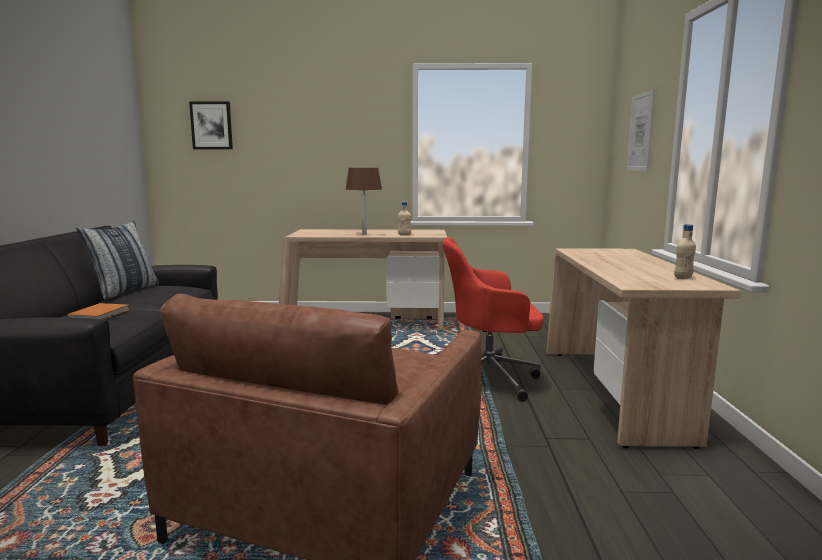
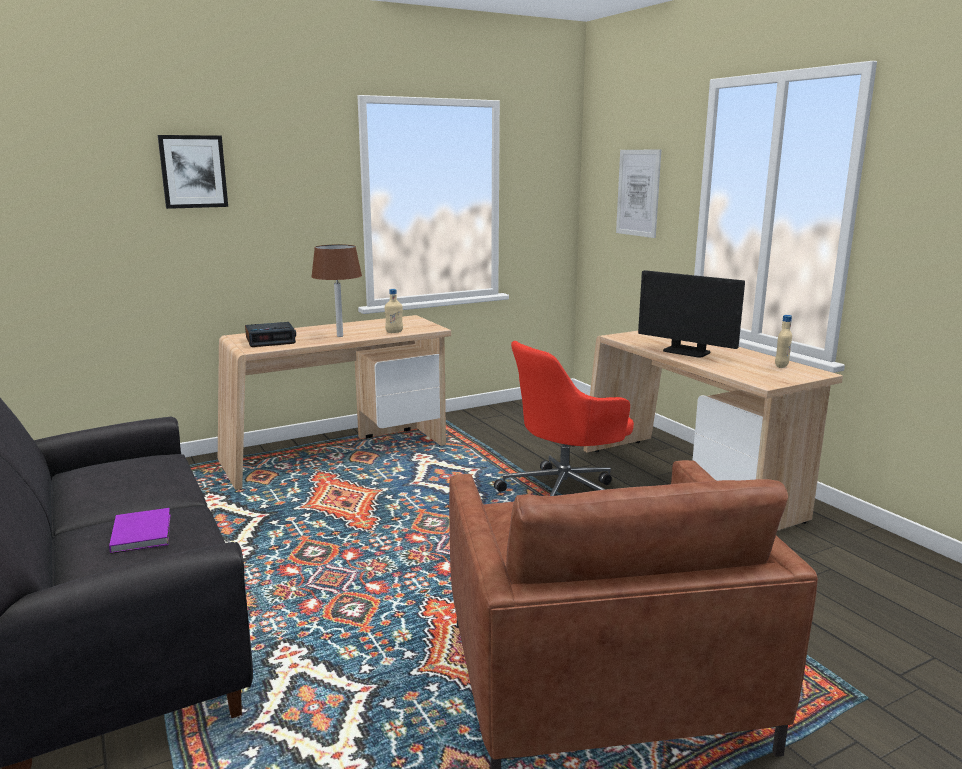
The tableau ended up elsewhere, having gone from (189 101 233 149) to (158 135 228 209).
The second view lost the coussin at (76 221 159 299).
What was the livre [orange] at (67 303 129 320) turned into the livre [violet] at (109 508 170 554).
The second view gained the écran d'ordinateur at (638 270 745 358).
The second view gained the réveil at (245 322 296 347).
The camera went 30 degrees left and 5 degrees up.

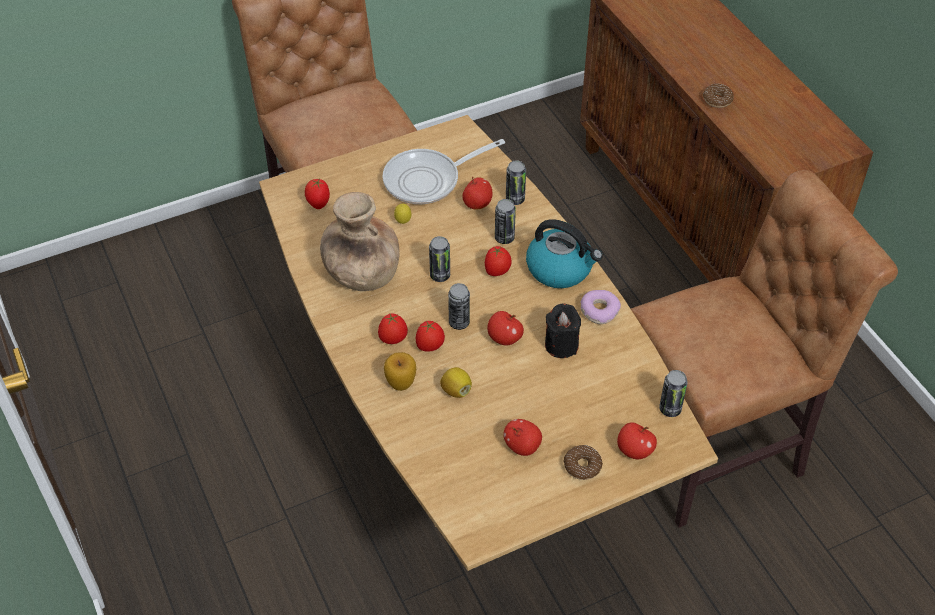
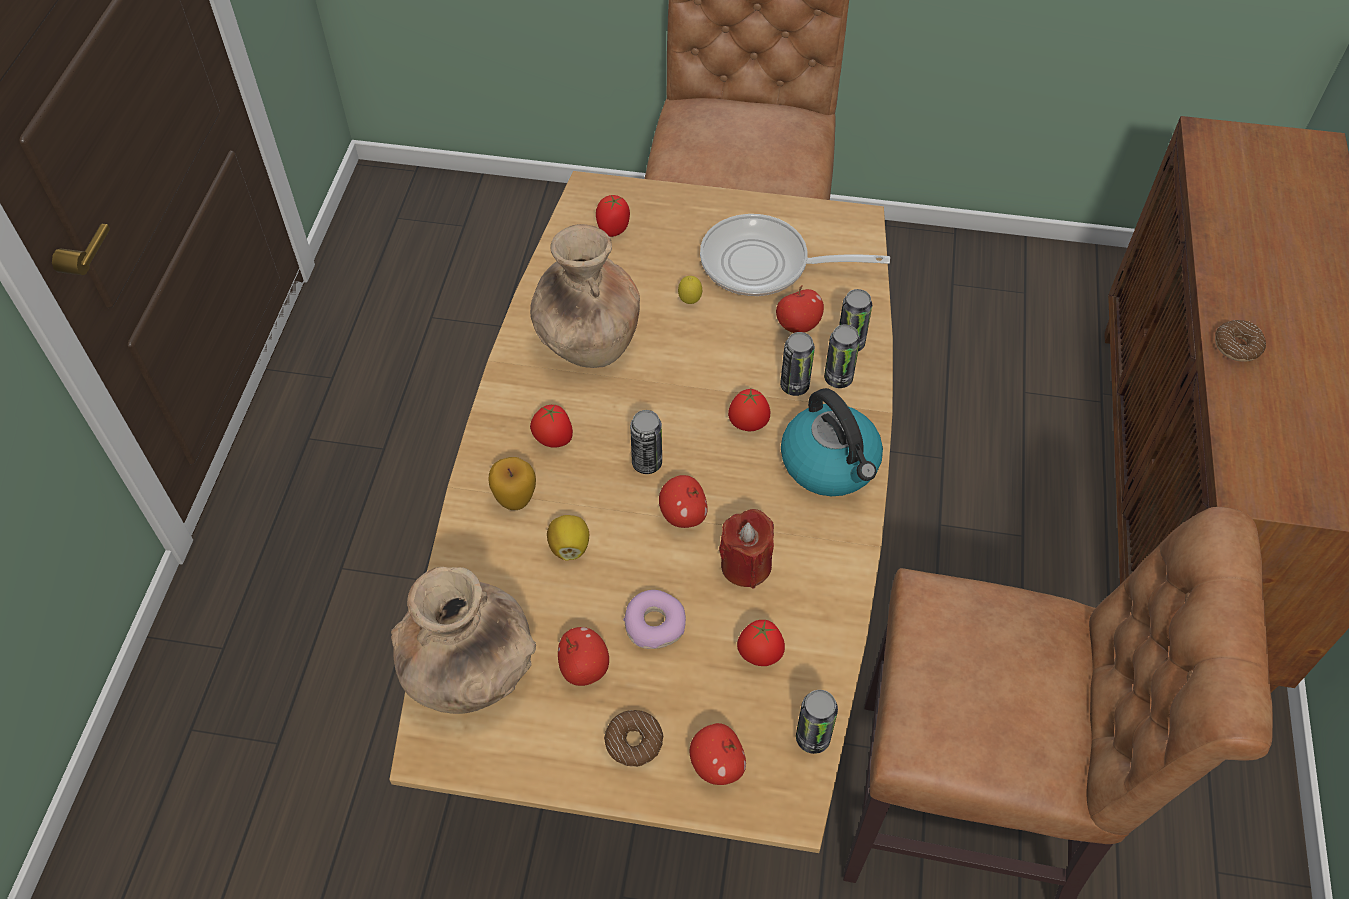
The boîte métallique ended up elsewhere, having gone from (429 236 450 282) to (824 324 860 388).
The beignet ended up elsewhere, having gone from (580 290 621 324) to (623 590 686 649).
What was the bougie [noir] at (545 304 581 358) turned into the bougie [rouge] at (719 509 774 588).
The tomate ended up elsewhere, having gone from (416 321 445 352) to (737 620 785 666).
The second view gained the vase [marron] at (391 567 536 714).
The camera went 35 degrees right and 5 degrees up.

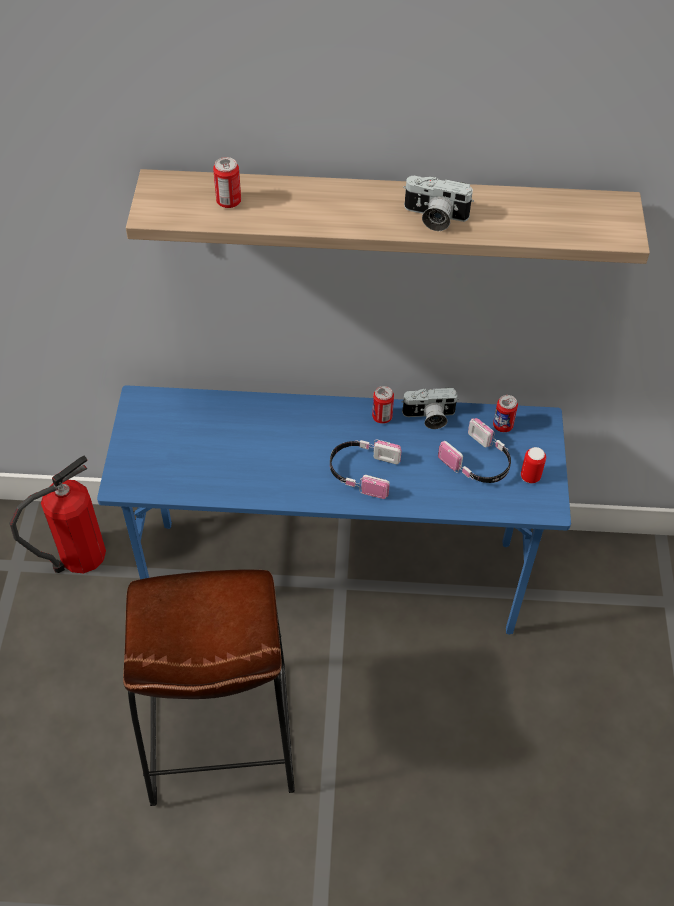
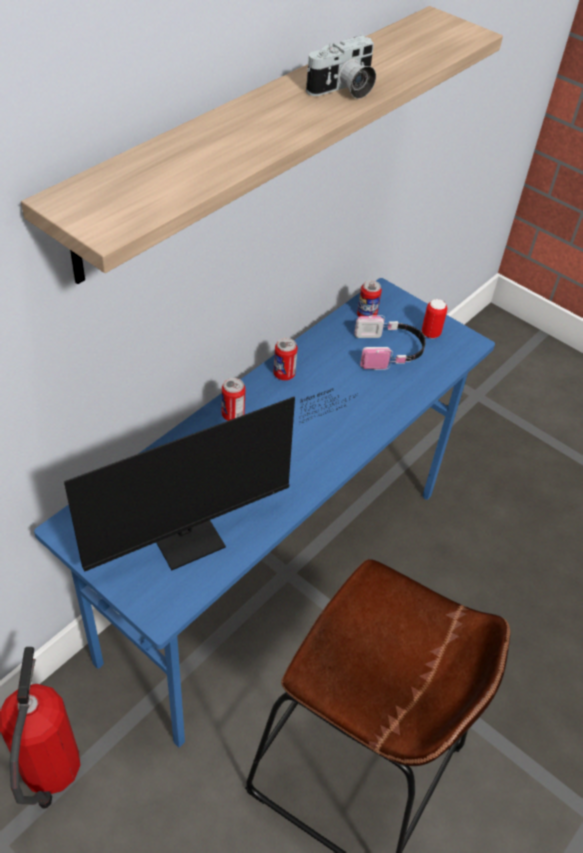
The boîte métallique ended up elsewhere, having gone from (213 157 241 208) to (222 378 246 421).
The second view lost the appareil photo at (401 387 459 429).
The second view lost the casque audio at (330 439 402 499).
The second view gained the écran d'ordinateur at (64 388 358 572).
The camera went 55 degrees left and 5 degrees down.

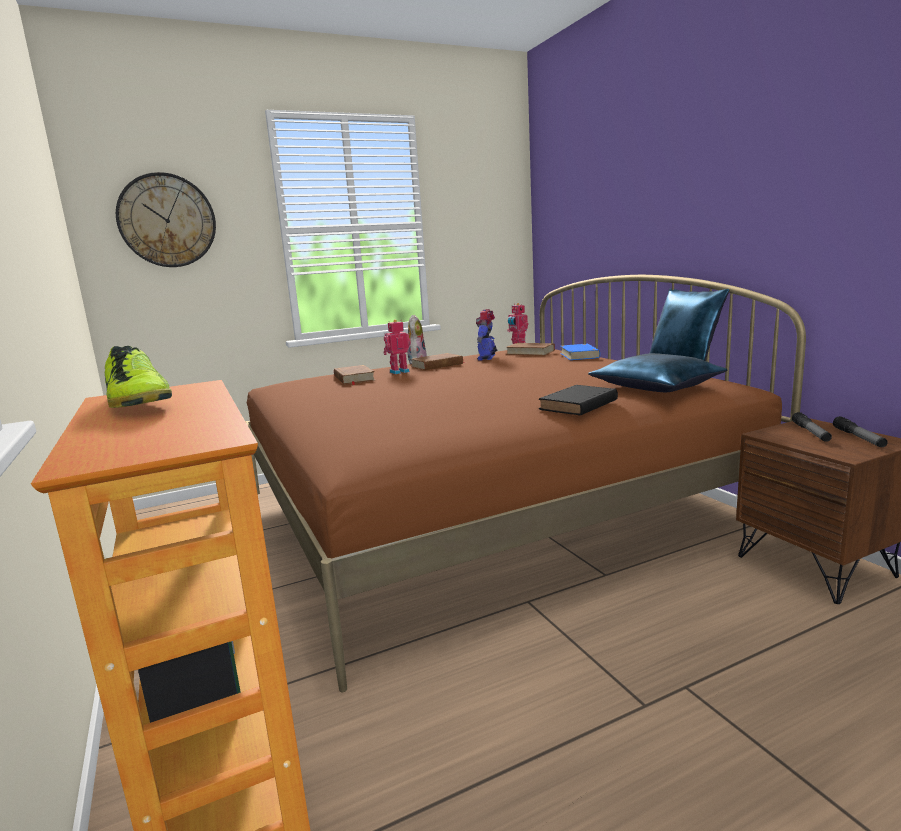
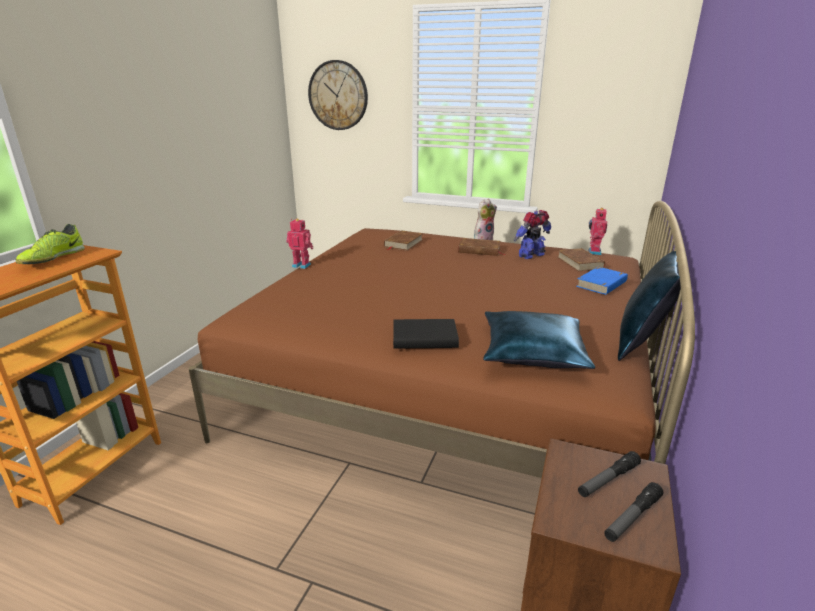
The robot jouet ended up elsewhere, having gone from (384 320 411 374) to (286 218 313 269).
The camera went 45 degrees right and 10 degrees up.

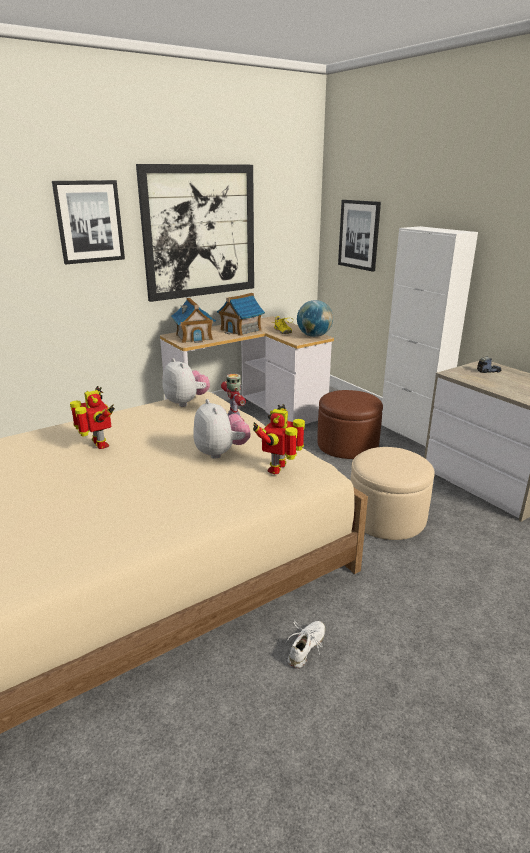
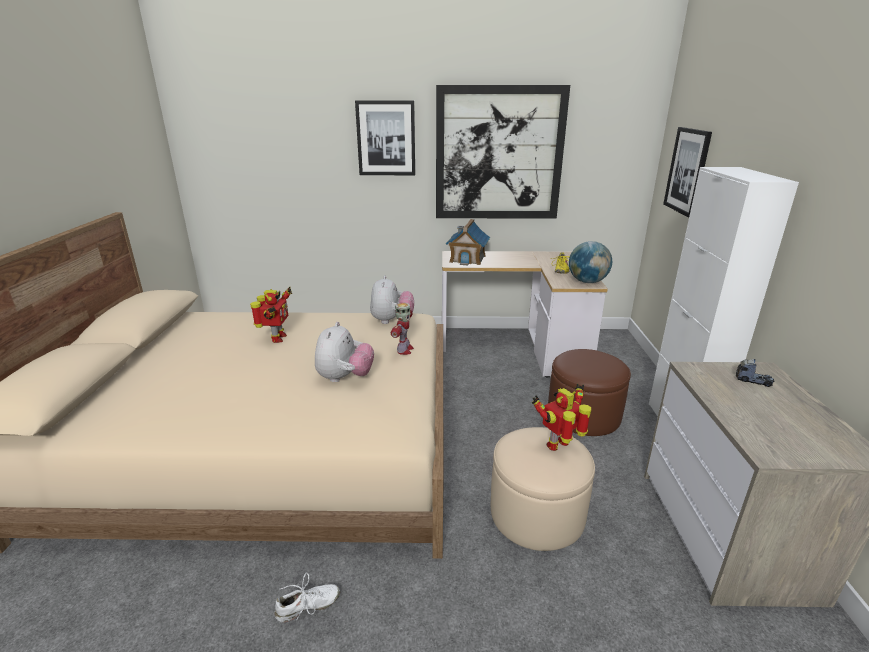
The second view lost the maison miniature at (217 293 265 336).
The robot jouet ended up elsewhere, having gone from (253 404 305 474) to (532 384 591 451).
The camera went 35 degrees right and 0 degrees up.

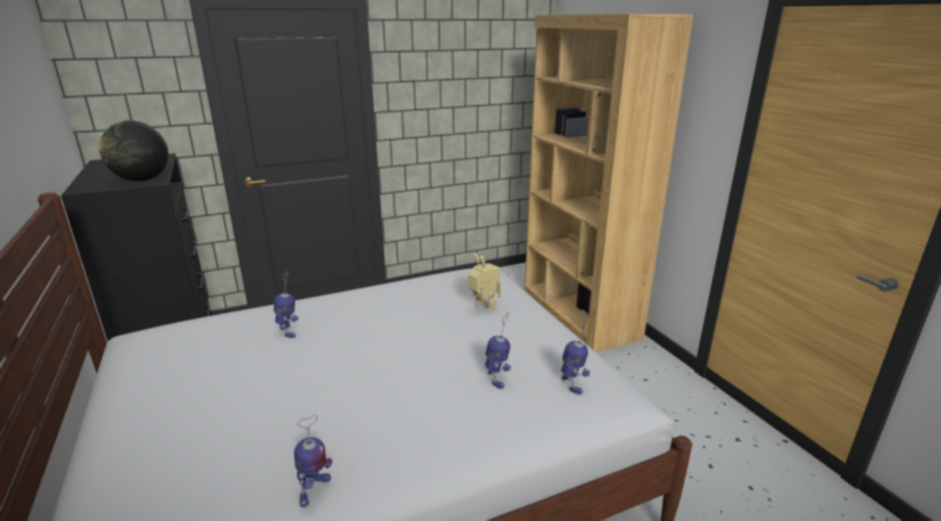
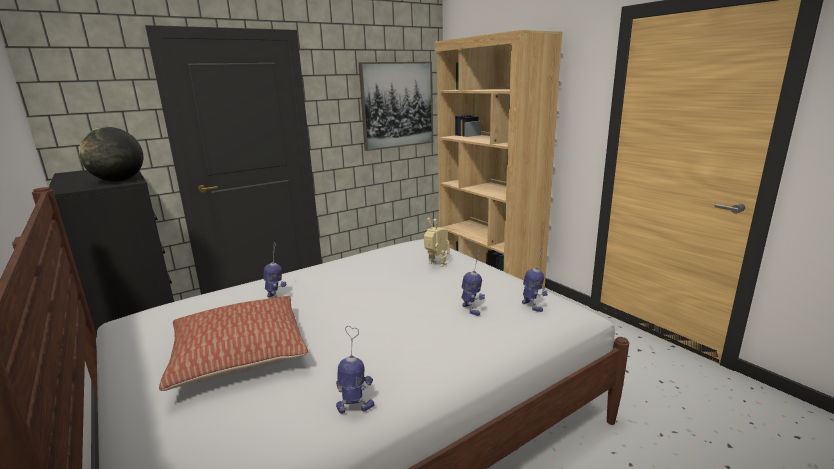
The robot jouet at (294 415 333 508) ended up facing another way, 105 degrees counterclockwise from before.
The second view gained the tableau at (359 62 433 151).
The second view gained the coussin at (159 296 309 391).
The camera went 10 degrees left and 5 degrees down.

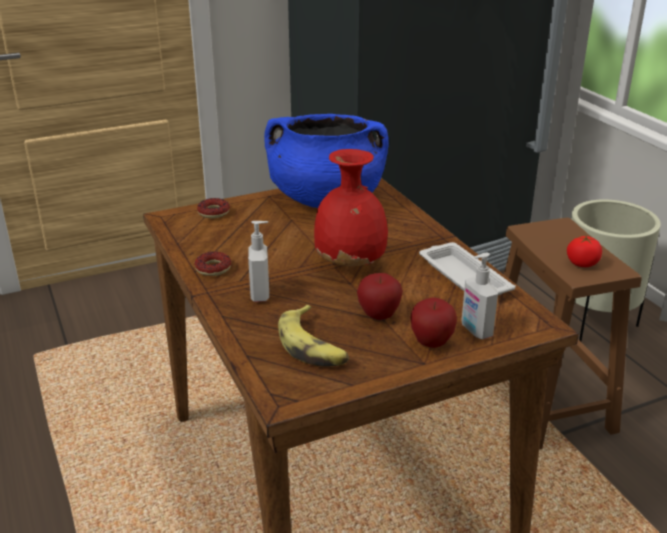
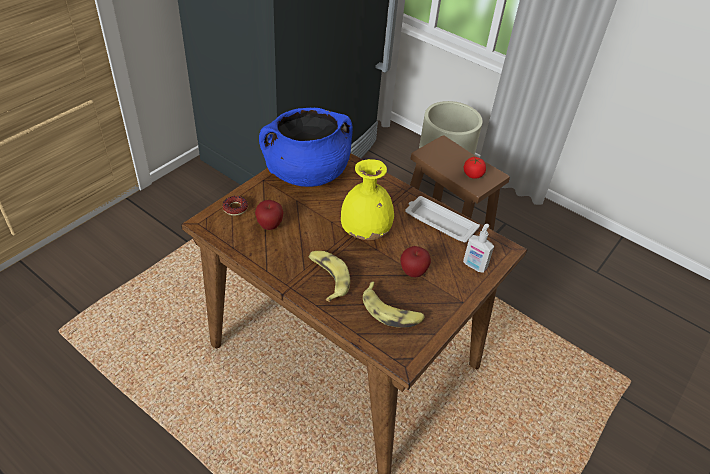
What was the vase [rouge] at (314 149 388 266) turned into the vase [jaune] at (341 159 394 240).
Where the distributeur de savon stood at (248 221 269 302), the banane came to stand at (308 251 350 302).
The second view lost the beignet at (194 252 231 276).
The pomme ended up elsewhere, having gone from (410 297 457 348) to (255 200 284 230).
The camera went 30 degrees left and 15 degrees up.

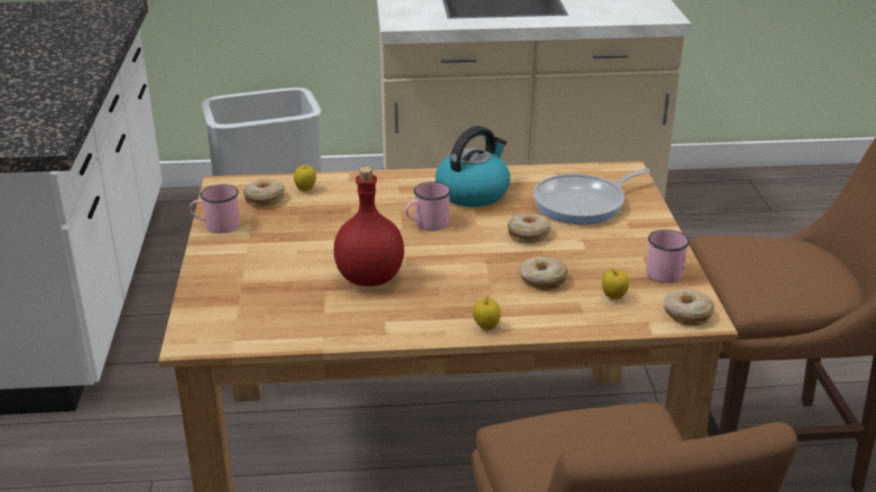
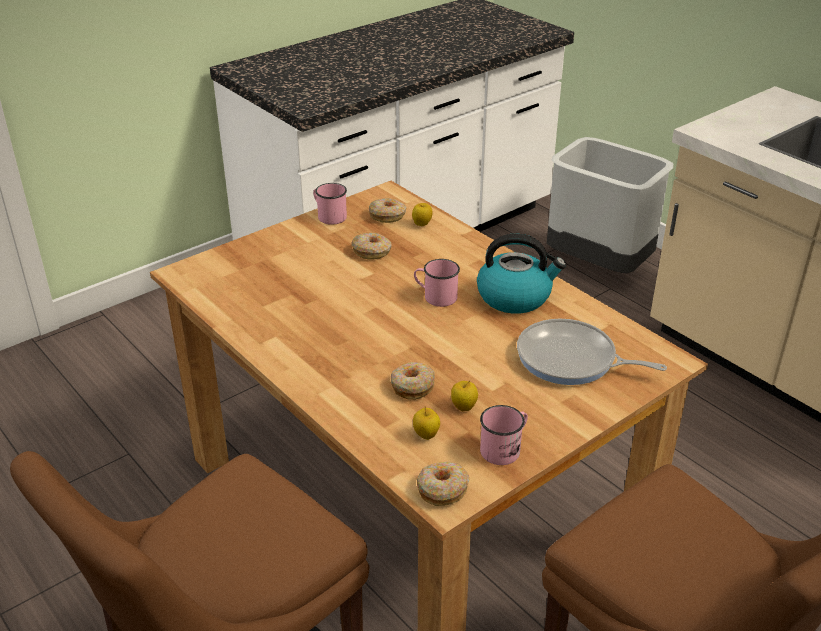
The second view lost the bouteille [rouge] at (334 167 404 286).
The beignet ended up elsewhere, having gone from (507 213 551 243) to (351 233 392 259).
The pomme ended up elsewhere, having gone from (473 295 501 331) to (451 381 478 411).
The camera went 55 degrees right and 5 degrees up.

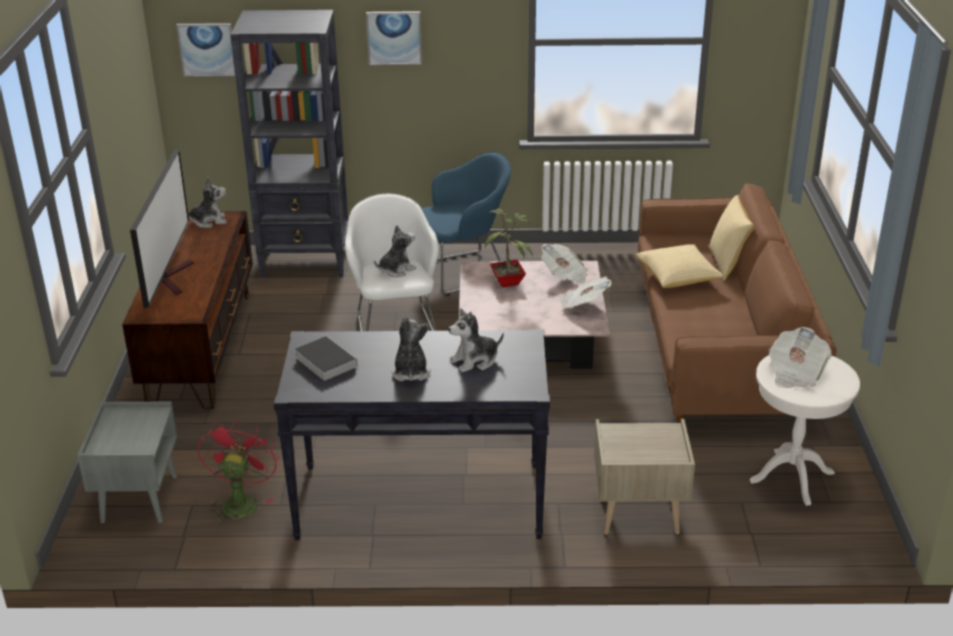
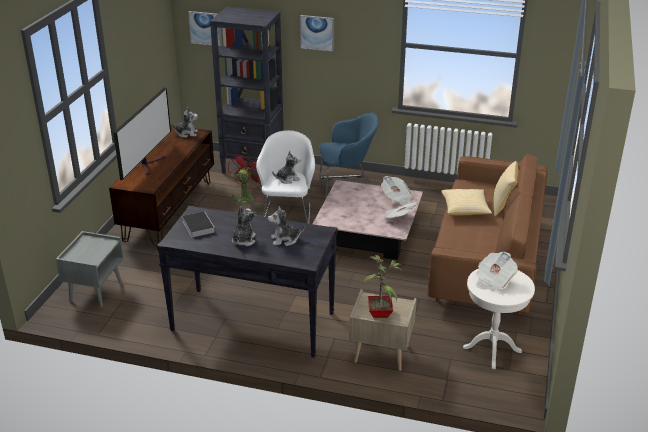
The plante en pot ended up elsewhere, having gone from (485 209 533 287) to (363 255 403 318).
The ventilateur [rouge] ended up elsewhere, having gone from (198 420 279 525) to (228 154 262 205).
The camera went 15 degrees right and 0 degrees up.

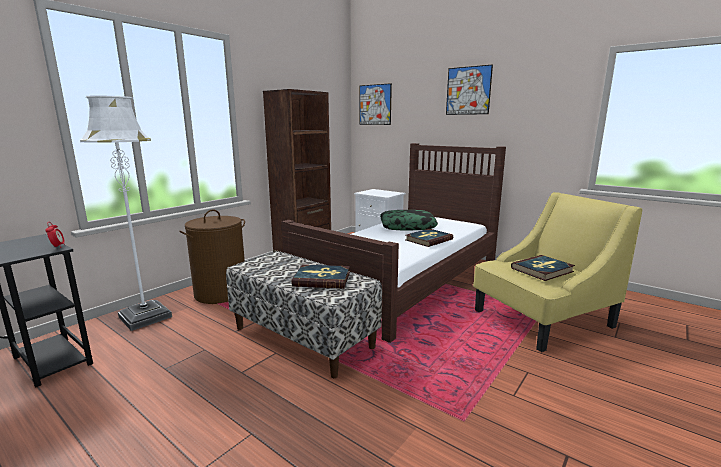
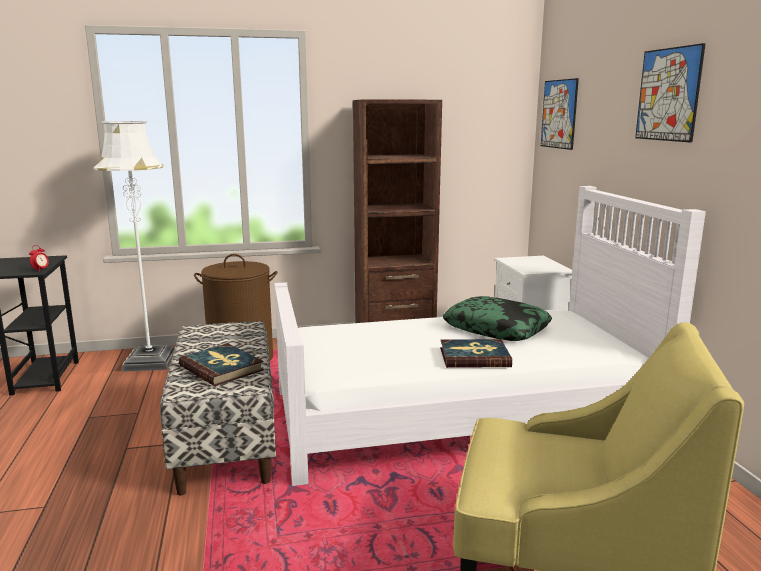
What was the lit [marron] at (281 143 506 343) turned into the lit [blanc] at (274 186 706 486).
The second view lost the livre at (511 255 575 281).
The camera went 40 degrees right and 0 degrees up.

